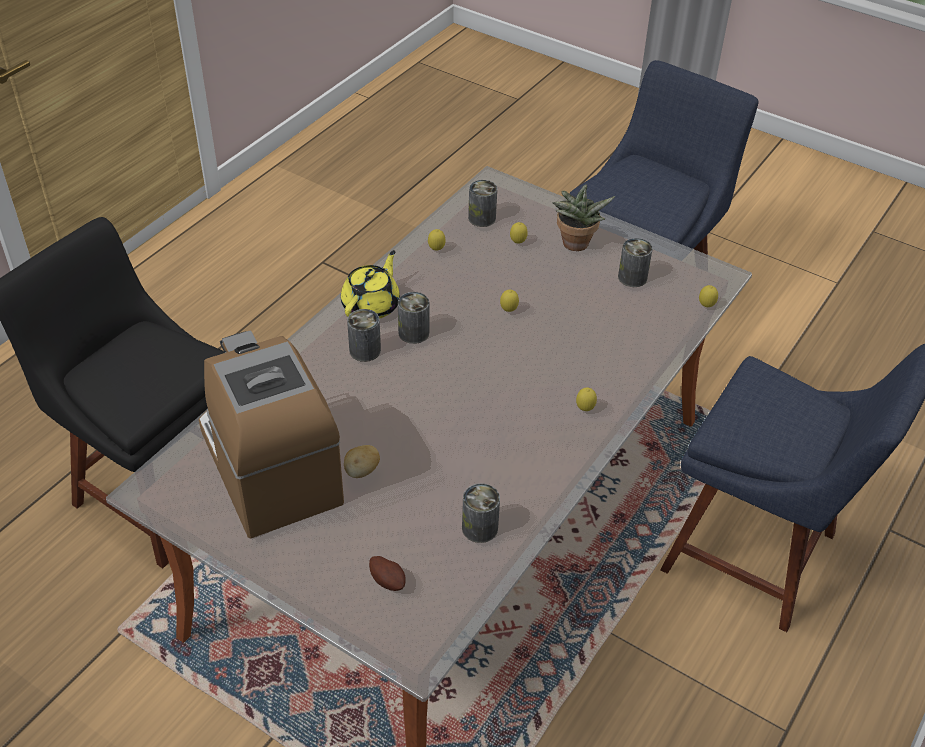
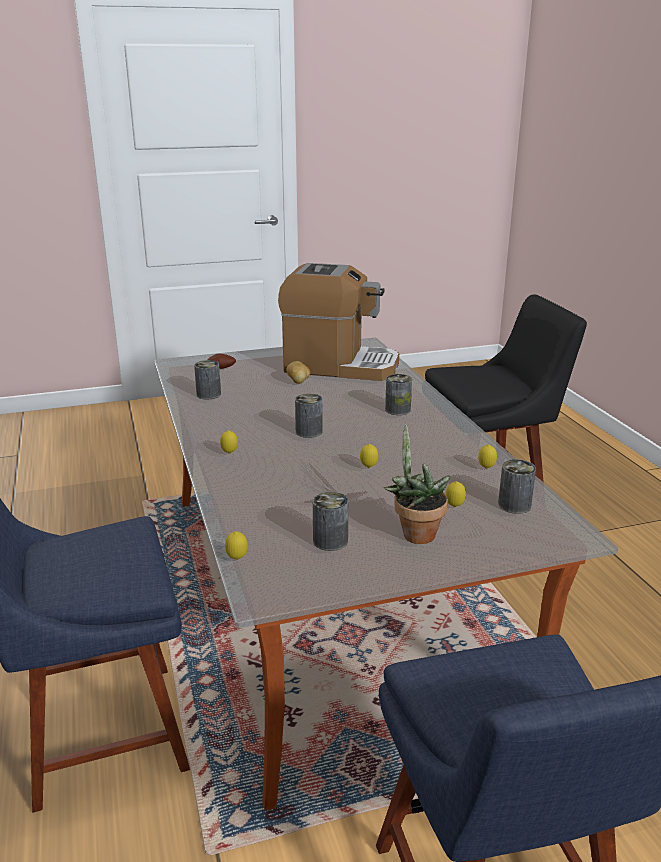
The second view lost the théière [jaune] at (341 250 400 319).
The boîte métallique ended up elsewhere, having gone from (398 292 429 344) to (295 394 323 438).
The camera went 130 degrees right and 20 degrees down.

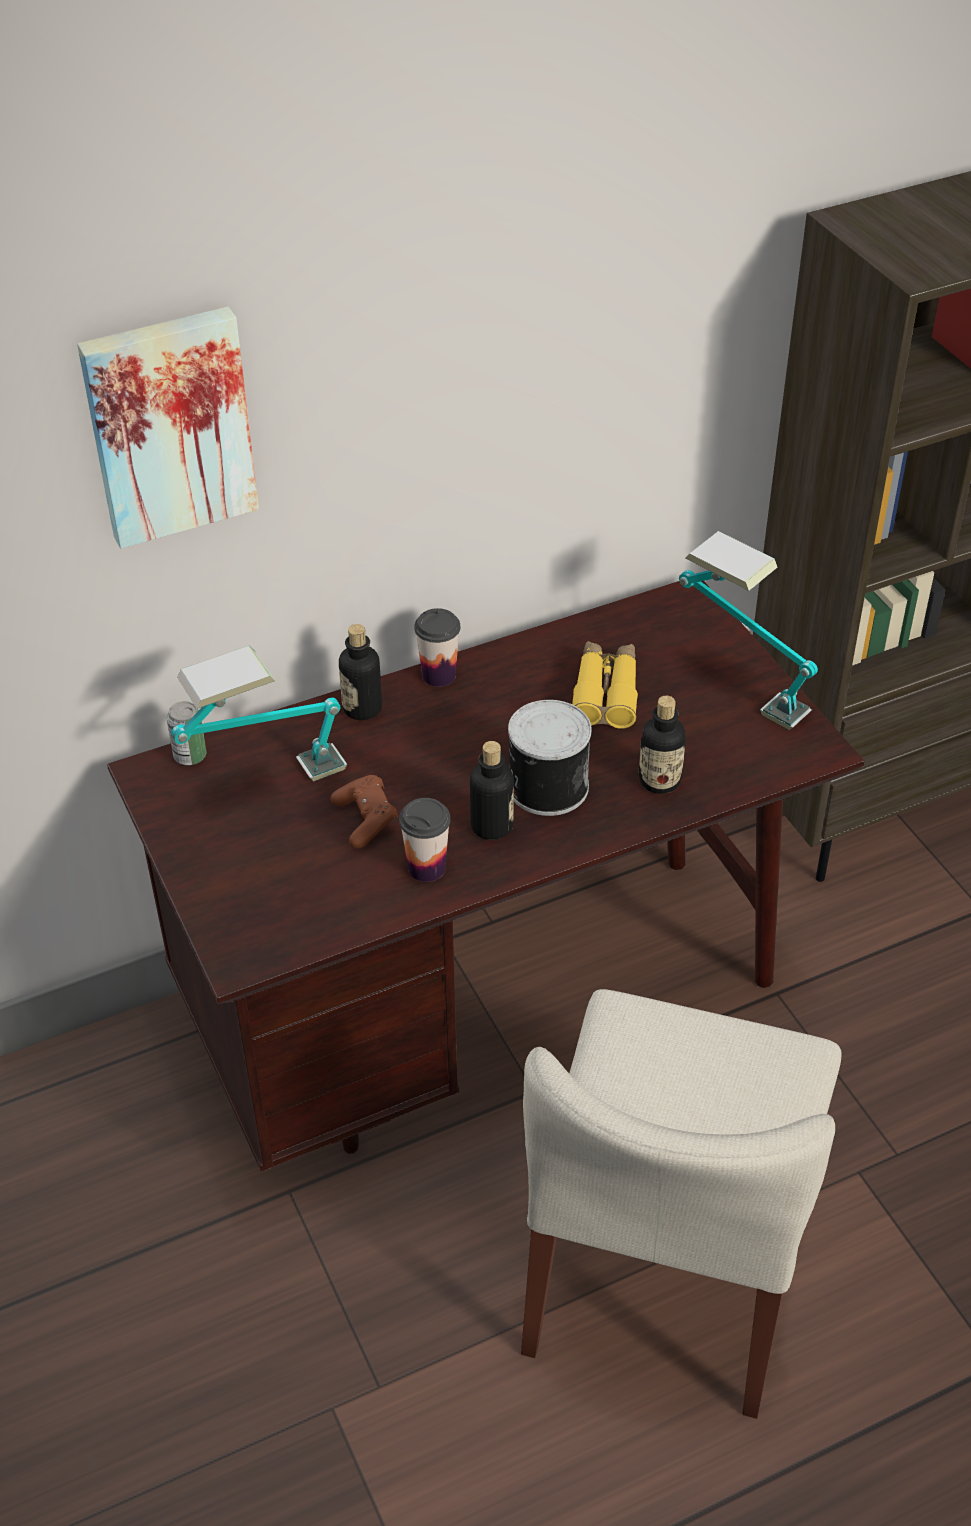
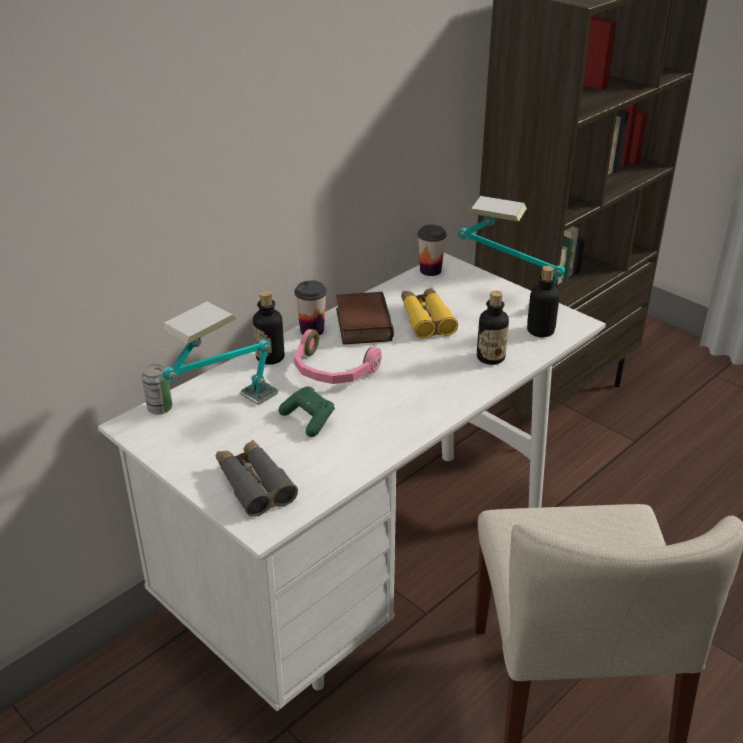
The second view lost the tableau at (77 307 259 549).
What was the bureau [marron] at (107 581 865 1171) turned into the bureau [blanc] at (98 253 606 711).
The second view lost the boîte métallique at (508 700 592 816).
The bouteille ended up elsewhere, having gone from (470 741 514 840) to (527 266 559 337).
What was the manette [marron] at (331 775 398 848) turned into the manette [vert] at (279 386 335 437).
The tasse ended up elsewhere, having gone from (399 798 451 882) to (418 225 447 276).
The second view gained the livre at (336 292 394 345).
The second view gained the casque audio [rose] at (294 329 382 384).
The second view gained the jumelles [gris] at (216 440 298 516).
The camera went 20 degrees left and 10 degrees down.

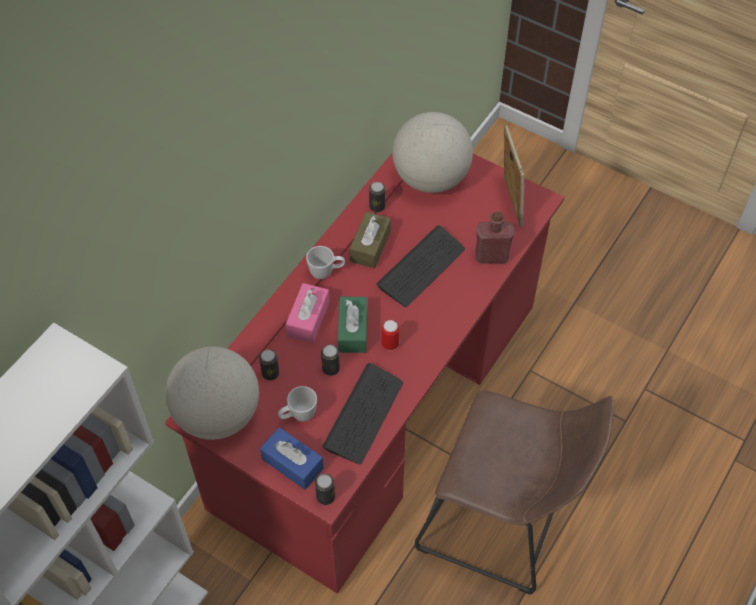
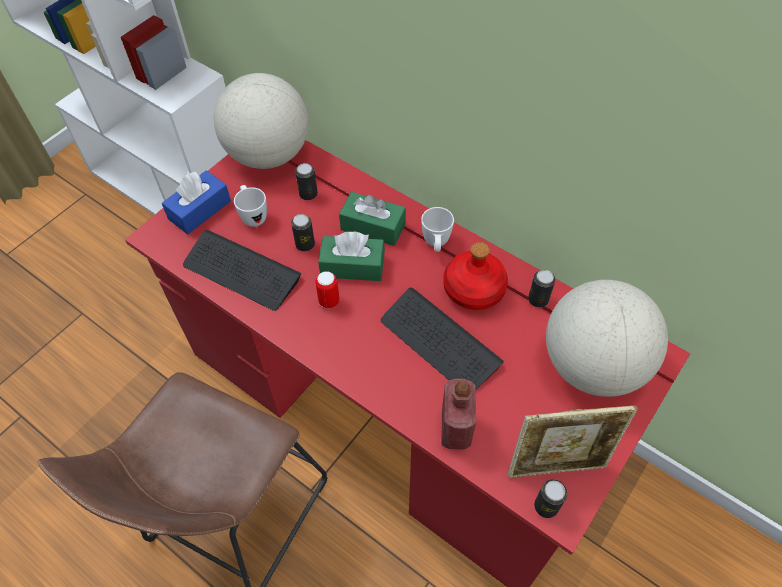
Where the boîte à mouchoirs [marron] stood at (349 212 391 269), the bouteille [rouge] came to stand at (443 242 508 310).
What was the boîte à mouchoirs [rose] at (286 283 330 343) turned into the boîte à mouchoirs [vert] at (339 192 406 246).
The boîte métallique ended up elsewhere, having gone from (315 474 335 505) to (534 479 568 518).
The camera went 95 degrees right and 0 degrees up.

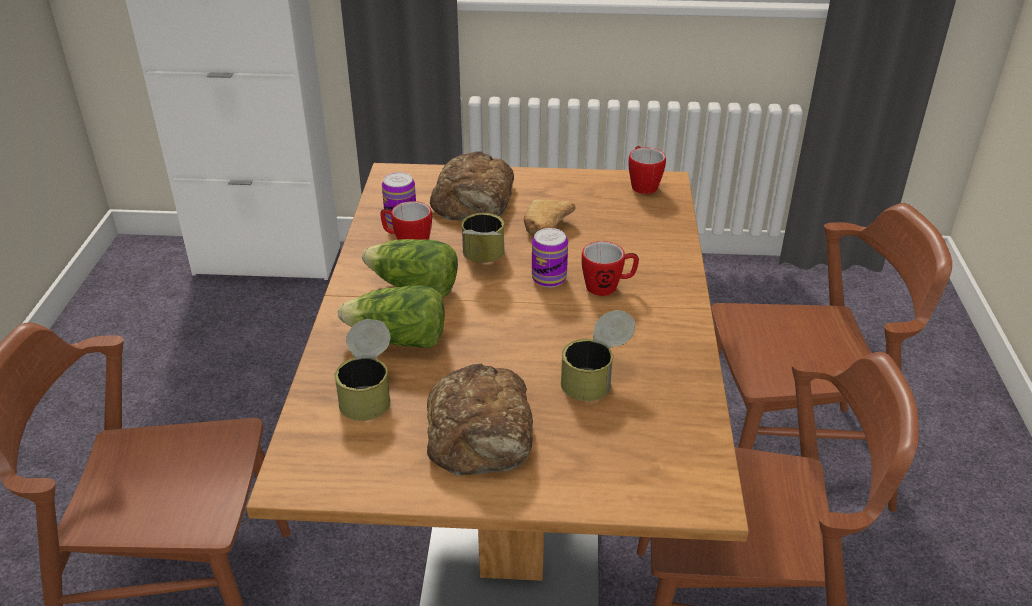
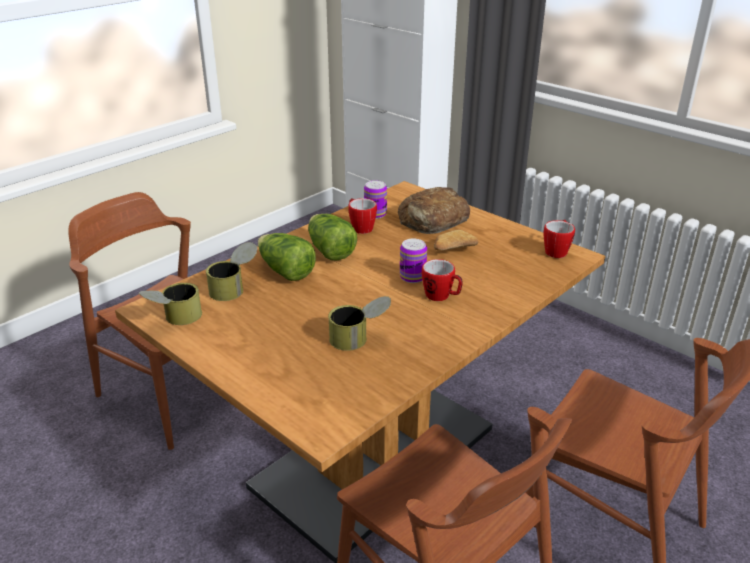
The boîte métallique ended up elsewhere, having gone from (462 213 504 263) to (139 283 202 325).
The second view lost the pain at (427 363 533 476).
The camera went 40 degrees right and 5 degrees down.

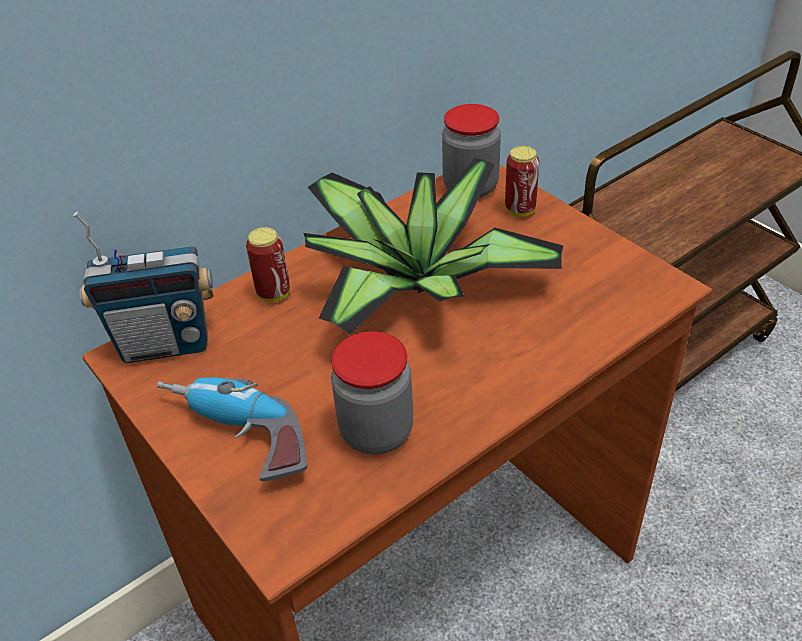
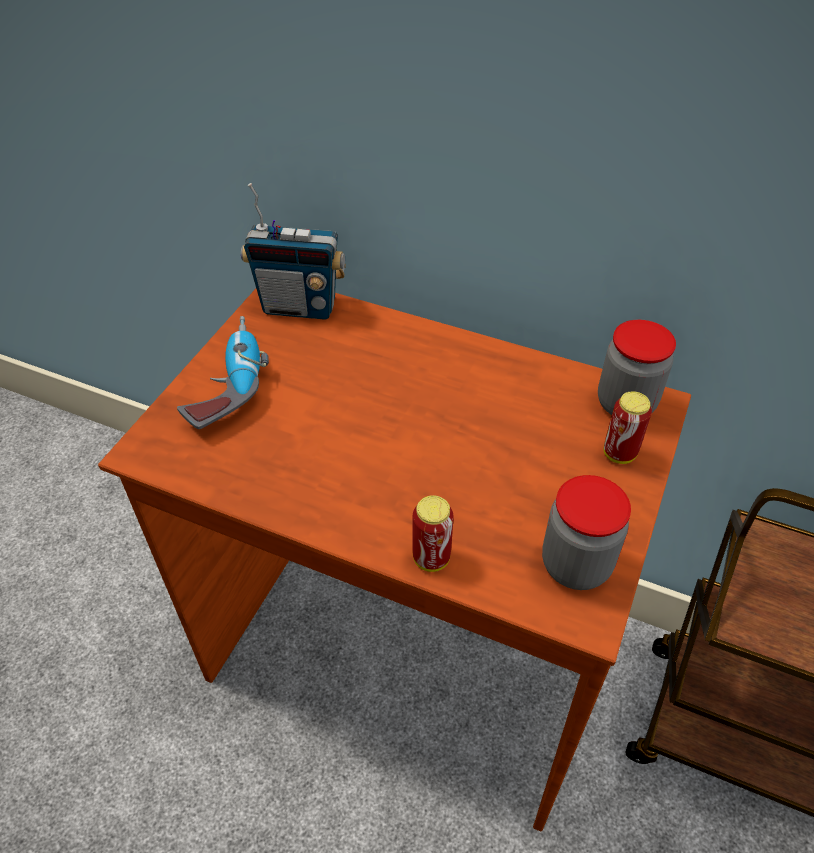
The second view lost the plante en pot at (303 158 563 334).
The radio at (73 212 214 363) ended up facing another way, 45 degrees counterclockwise from before.
The boîte métallique ended up elsewhere, having gone from (246 227 290 302) to (412 495 454 572).
The bocal ended up elsewhere, having gone from (331 331 413 454) to (542 475 631 590).
The camera went 60 degrees right and 5 degrees up.

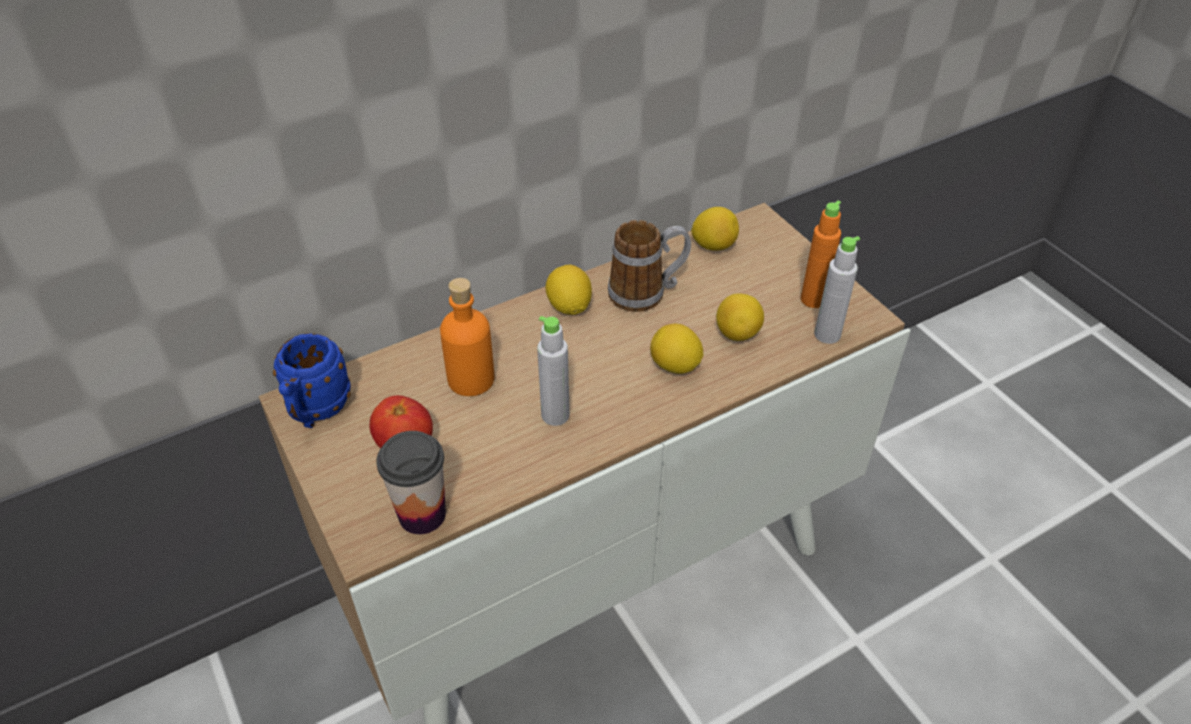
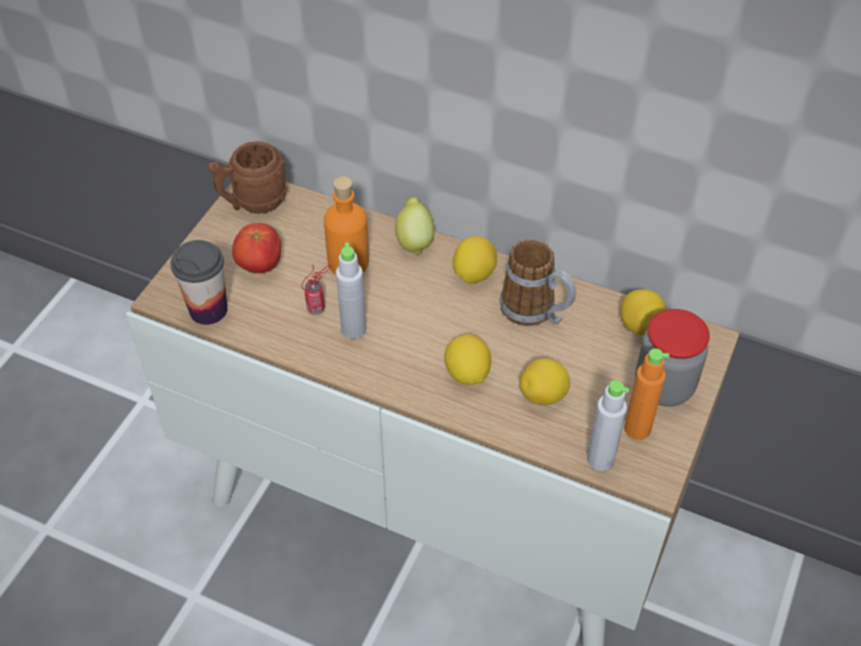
What was the mug [bleu] at (273 333 351 428) turned into the mug [marron] at (208 141 288 214).
The second view gained the citron at (395 197 435 255).
The second view gained the boîte métallique at (302 265 330 314).
The second view gained the bocal at (635 309 710 407).
The camera went 55 degrees right and 5 degrees up.

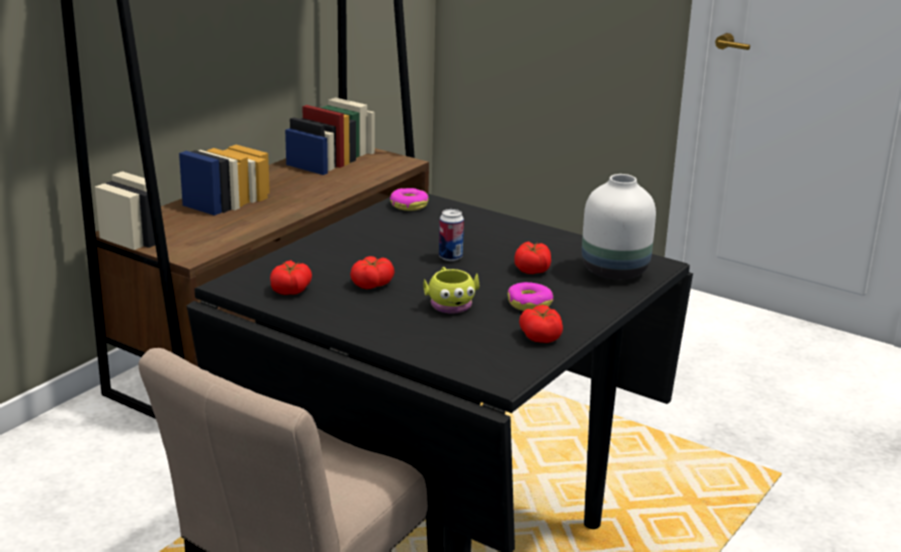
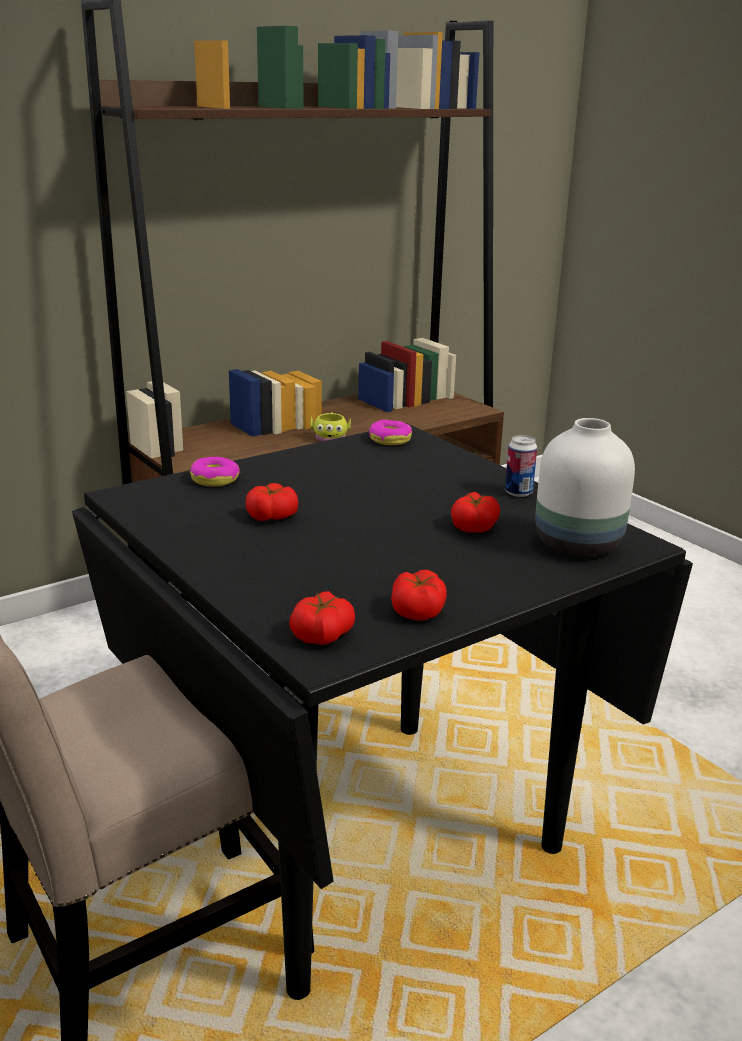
The boîte métallique ended up elsewhere, having gone from (439 209 464 261) to (505 435 537 497).
The tomate ended up elsewhere, having gone from (270 260 312 295) to (289 591 355 645).
The mug [jaune] ended up elsewhere, having gone from (424 267 479 314) to (311 412 351 442).
The beignet ended up elsewhere, having gone from (508 282 553 311) to (190 457 240 487).
The camera went 20 degrees right and 0 degrees up.

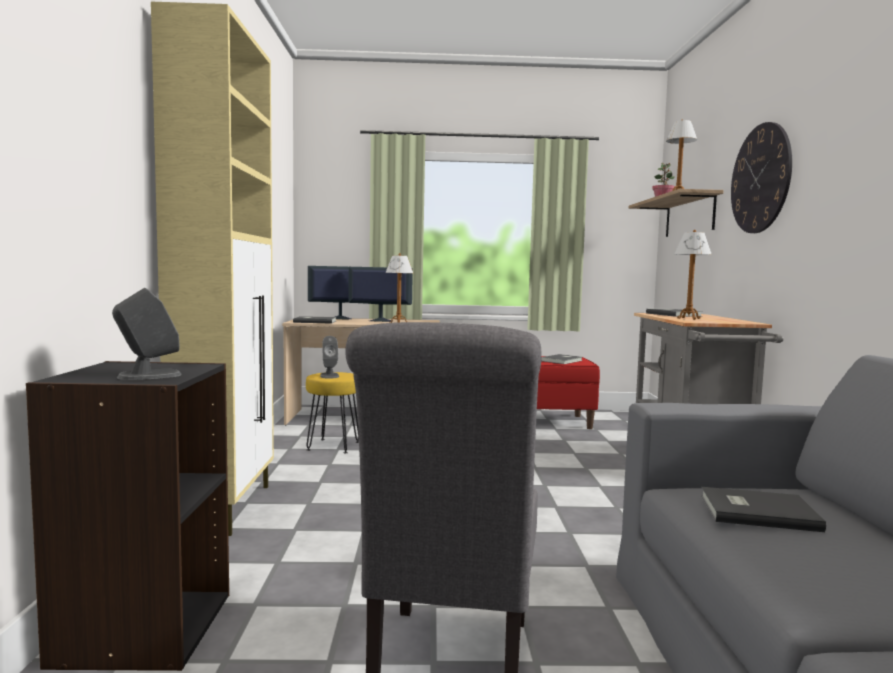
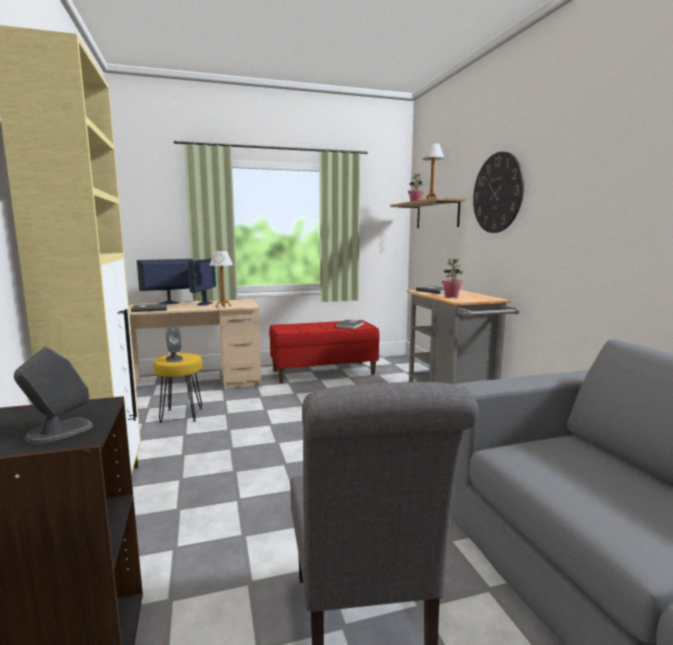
Where the lampe de table stood at (674 230 712 320), the plante en pot came to stand at (442 258 463 298).
The écran d'ordinateur at (348 267 413 322) ended up facing another way, 105 degrees clockwise from before.
The second view lost the livre [gris] at (701 487 826 532).
The camera went 15 degrees left and 5 degrees up.

